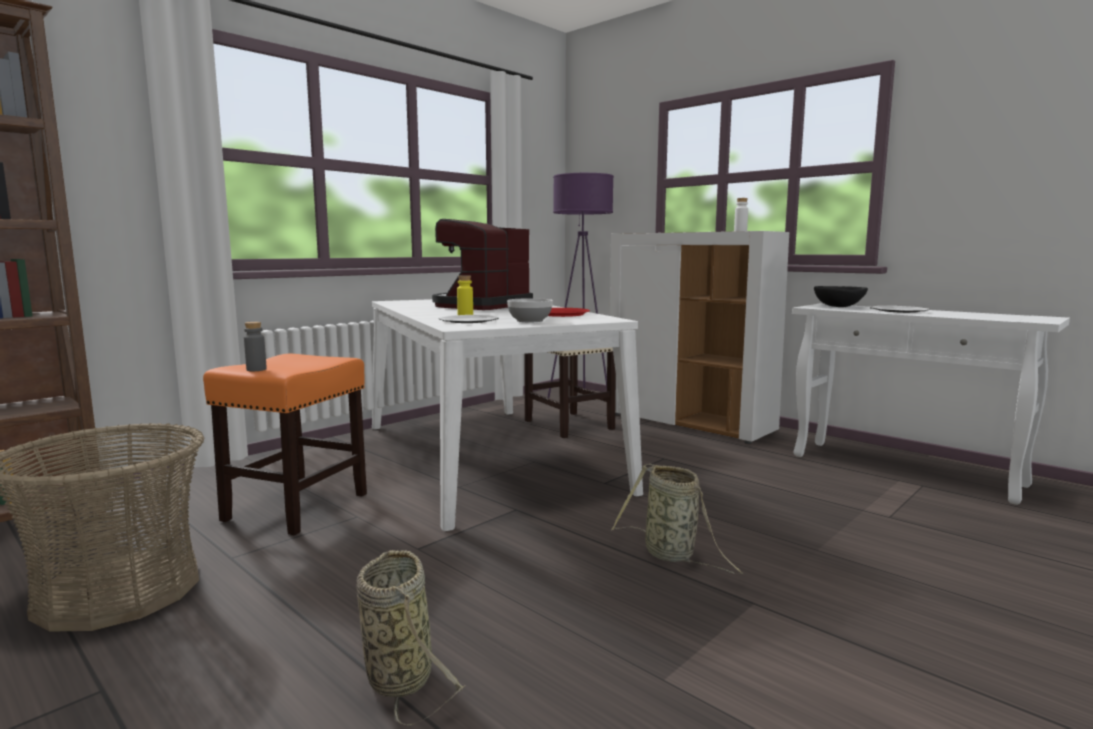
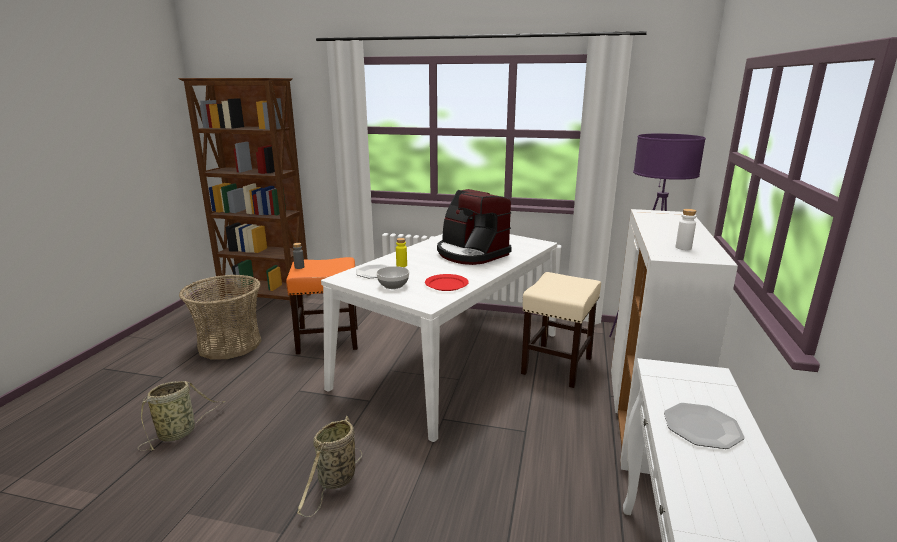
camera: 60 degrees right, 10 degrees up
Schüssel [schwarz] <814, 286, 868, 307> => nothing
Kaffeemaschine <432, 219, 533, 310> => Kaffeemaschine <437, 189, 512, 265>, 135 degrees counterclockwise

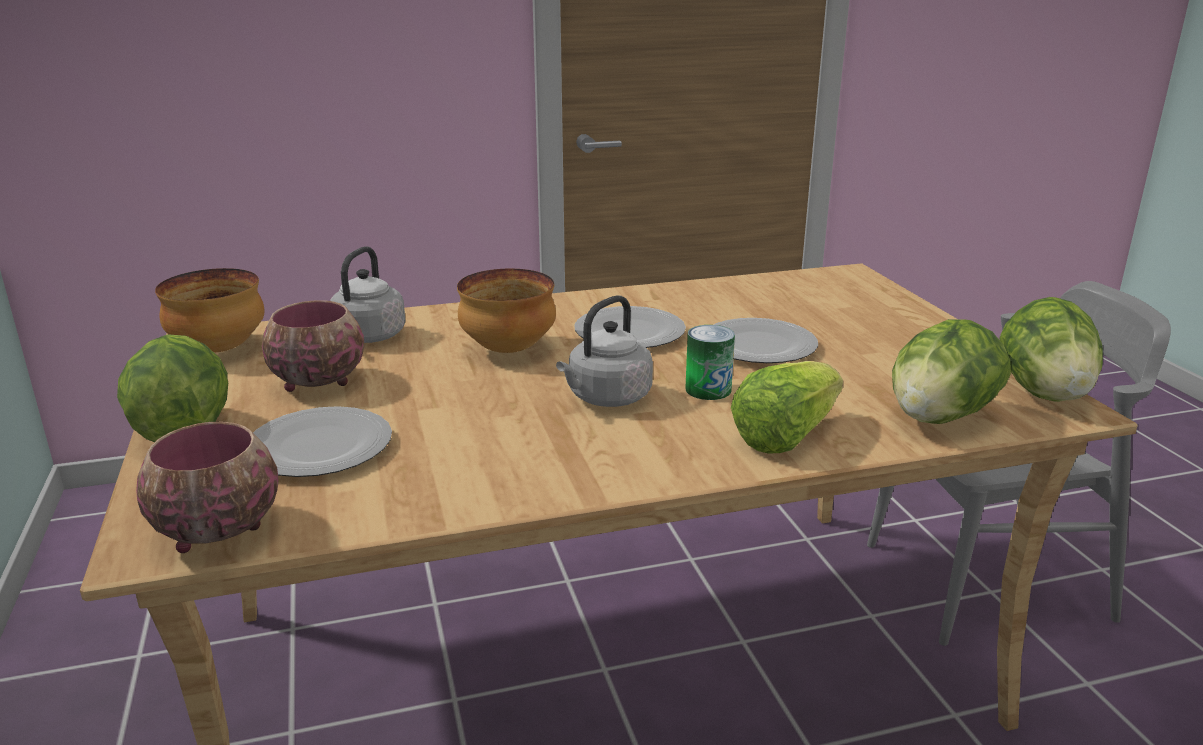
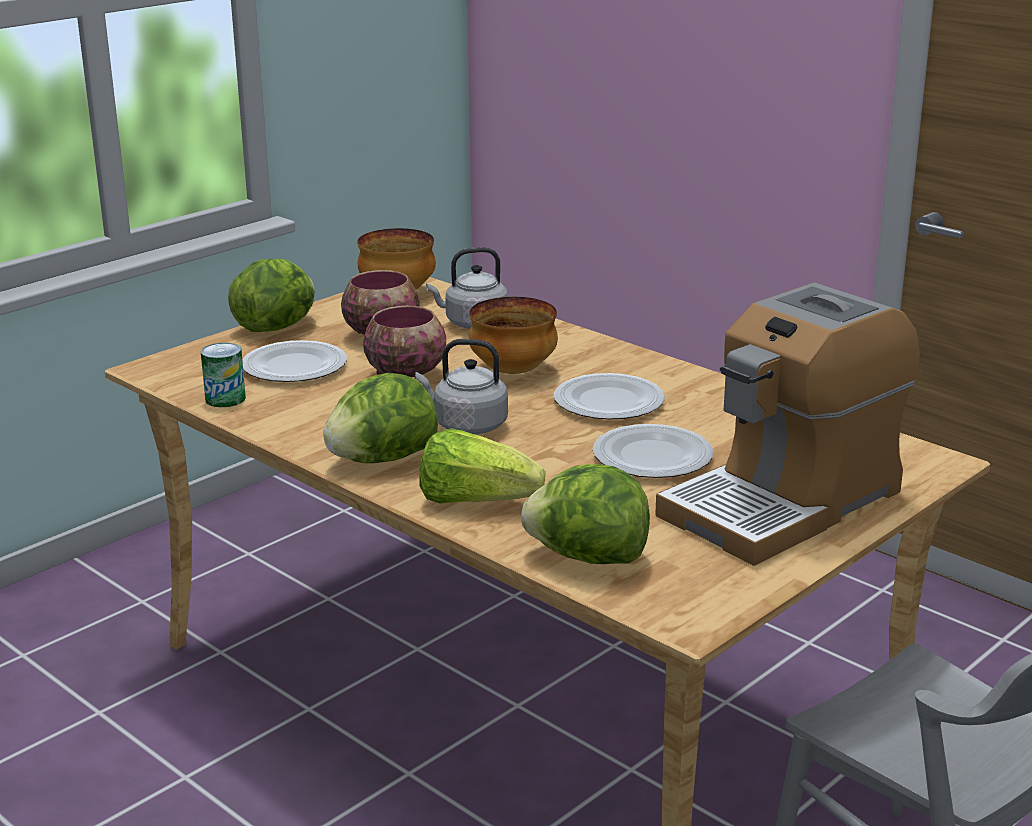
camera: 60 degrees right, 0 degrees up
nothing => Kaffeemaschine <655, 282, 920, 566>
Schüssel <136, 422, 279, 553> => Schüssel <363, 306, 446, 379>, moved
Dose <685, 325, 735, 400> => Dose <201, 343, 246, 407>, moved
Salatkopf <999, 297, 1103, 402> => Salatkopf <323, 373, 438, 463>, moved

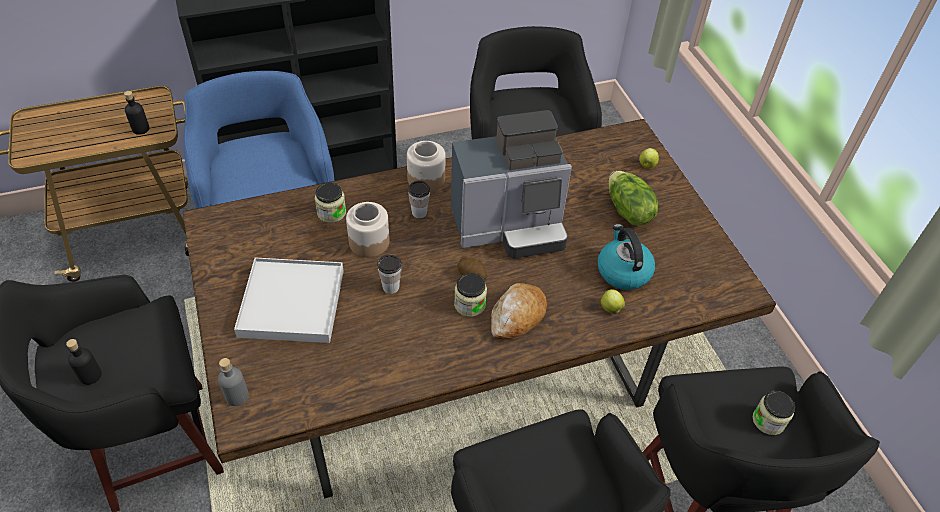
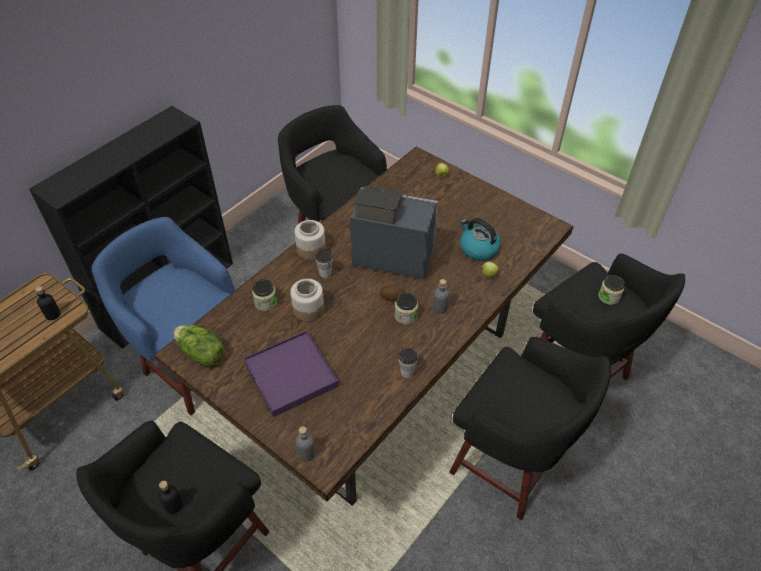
camera: 30 degrees left, 0 degrees up
Tasse <377, 254, 402, 294> => Tasse <399, 348, 418, 378>, moved
Salatkopf <609, 171, 658, 226> => Salatkopf <173, 325, 224, 366>, moved
Brot <491, 283, 547, 339> => Flasche [grau] <433, 279, 450, 314>
Tablett [weiß] <234, 258, 344, 343> => Tablett [lila] <243, 330, 338, 417>
Kaffeemaschine <451, 110, 572, 258> => Kaffeemaschine <350, 186, 438, 279>, 120 degrees counterclockwise

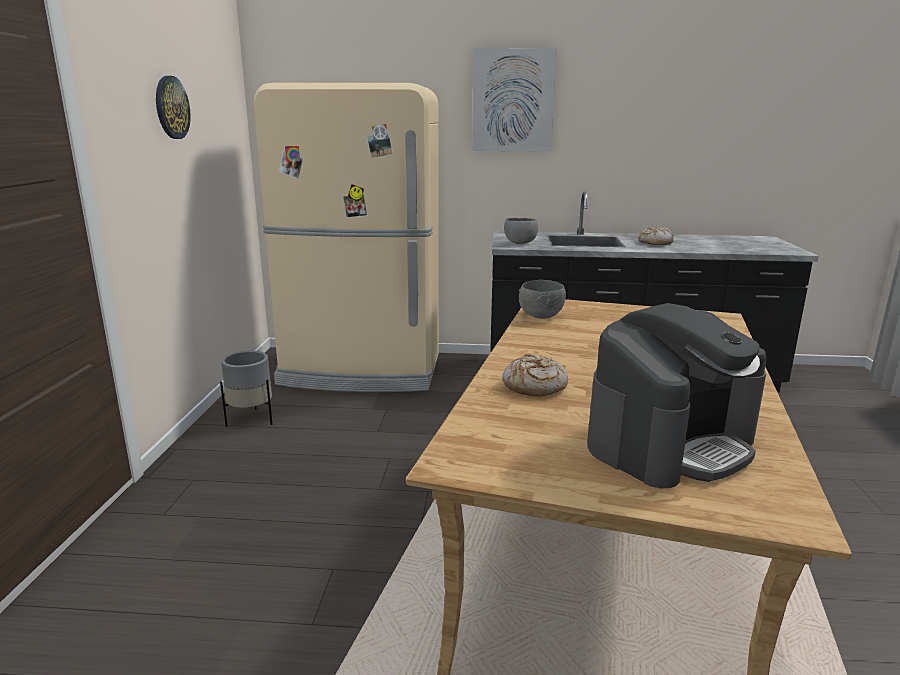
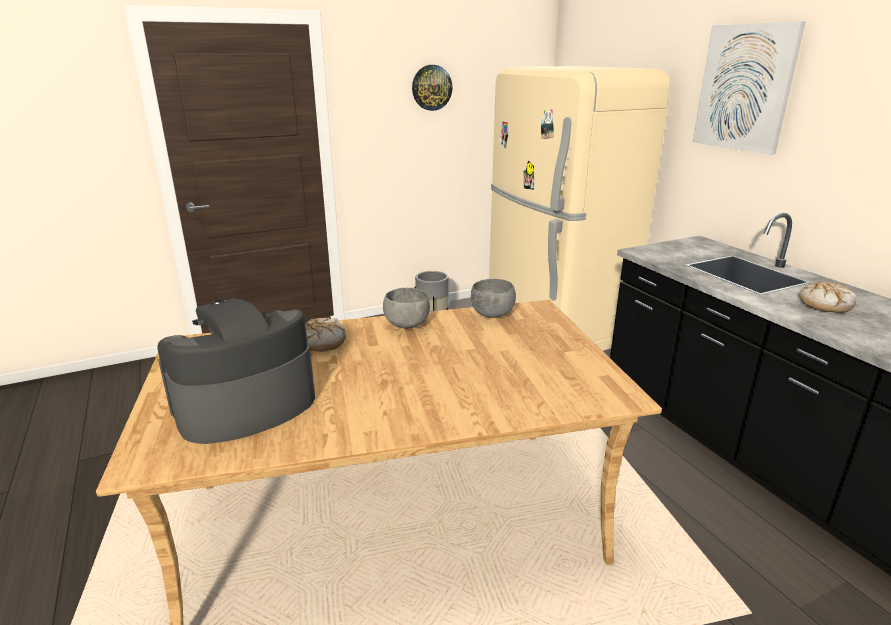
camera: 60 degrees right, 5 degrees up
Schüssel [grau] <504, 218, 538, 244> => Schüssel [grau] <383, 288, 430, 329>, moved
Kaffeemaschine <587, 303, 767, 488> => Kaffeemaschine <157, 298, 315, 444>, 120 degrees clockwise

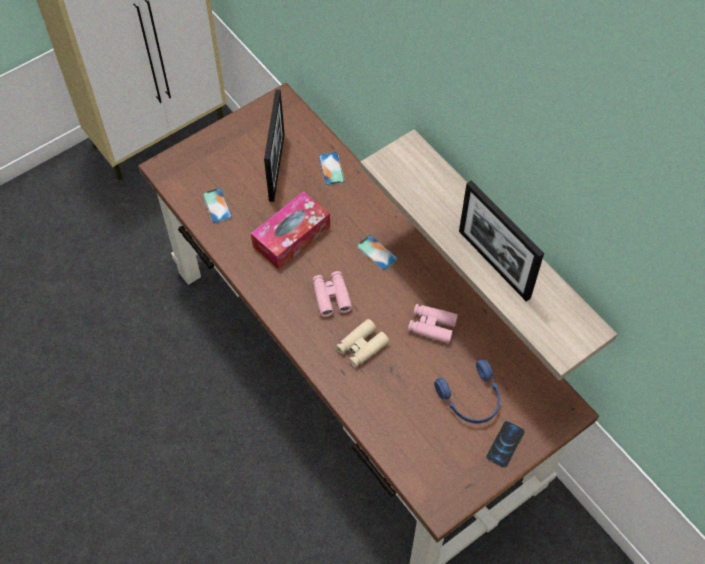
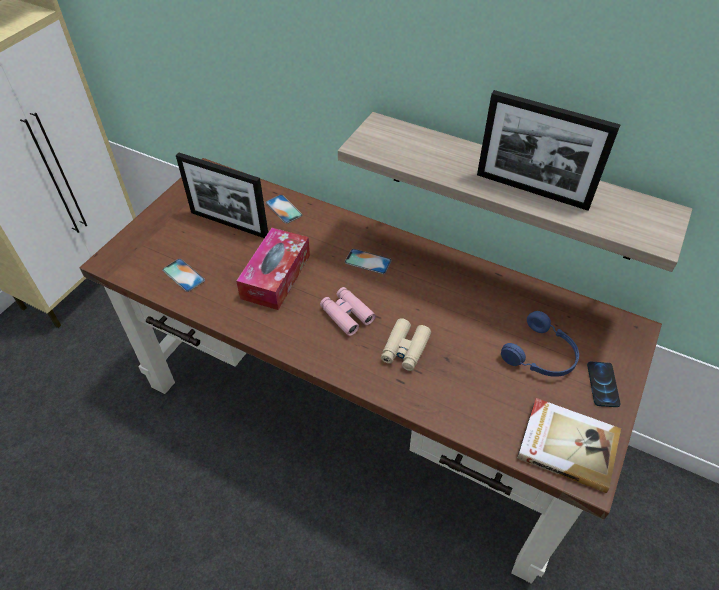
camera: 25 degrees left, 10 degrees down
Fernglas [rosa] <408, 304, 458, 343> => nothing
nothing => Buch <517, 398, 621, 493>
Bilderrahmen <264, 89, 285, 202> => Bilderrahmen <176, 153, 268, 238>, 135 degrees clockwise

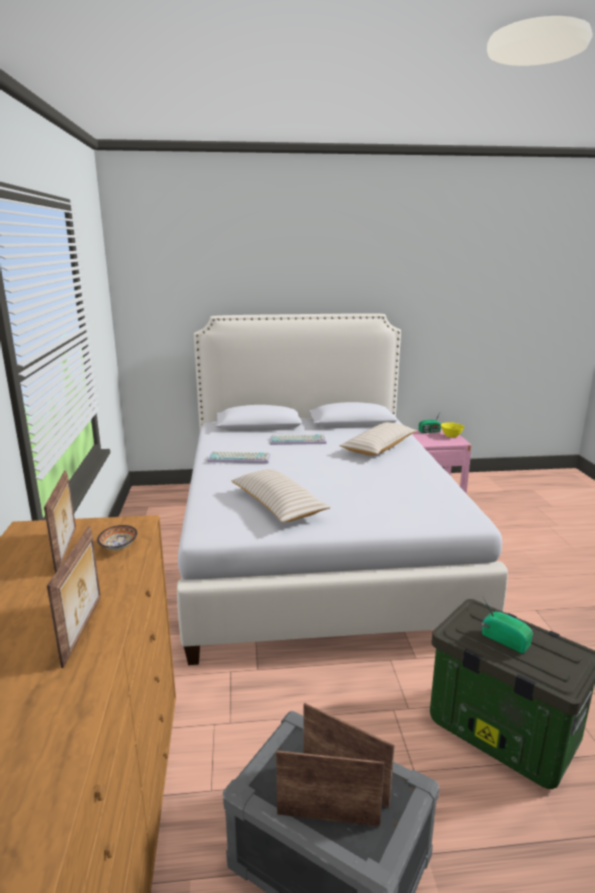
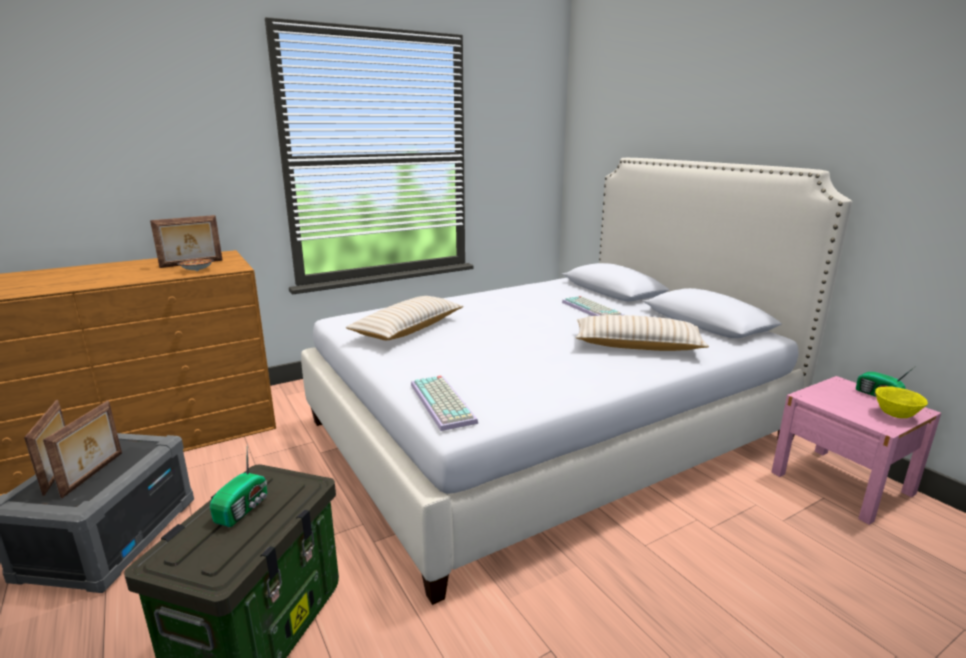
camera: 65 degrees right, 0 degrees up
Bilderrahmen <47, 526, 101, 668> => nothing
Tastatur <207, 451, 271, 464> => Tastatur <411, 376, 478, 431>, moved

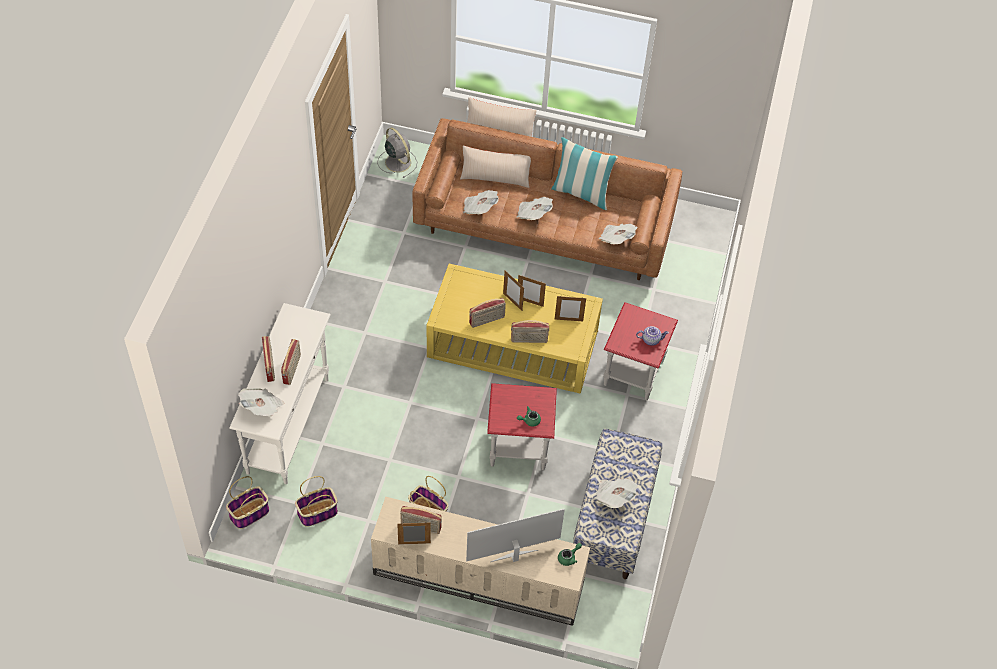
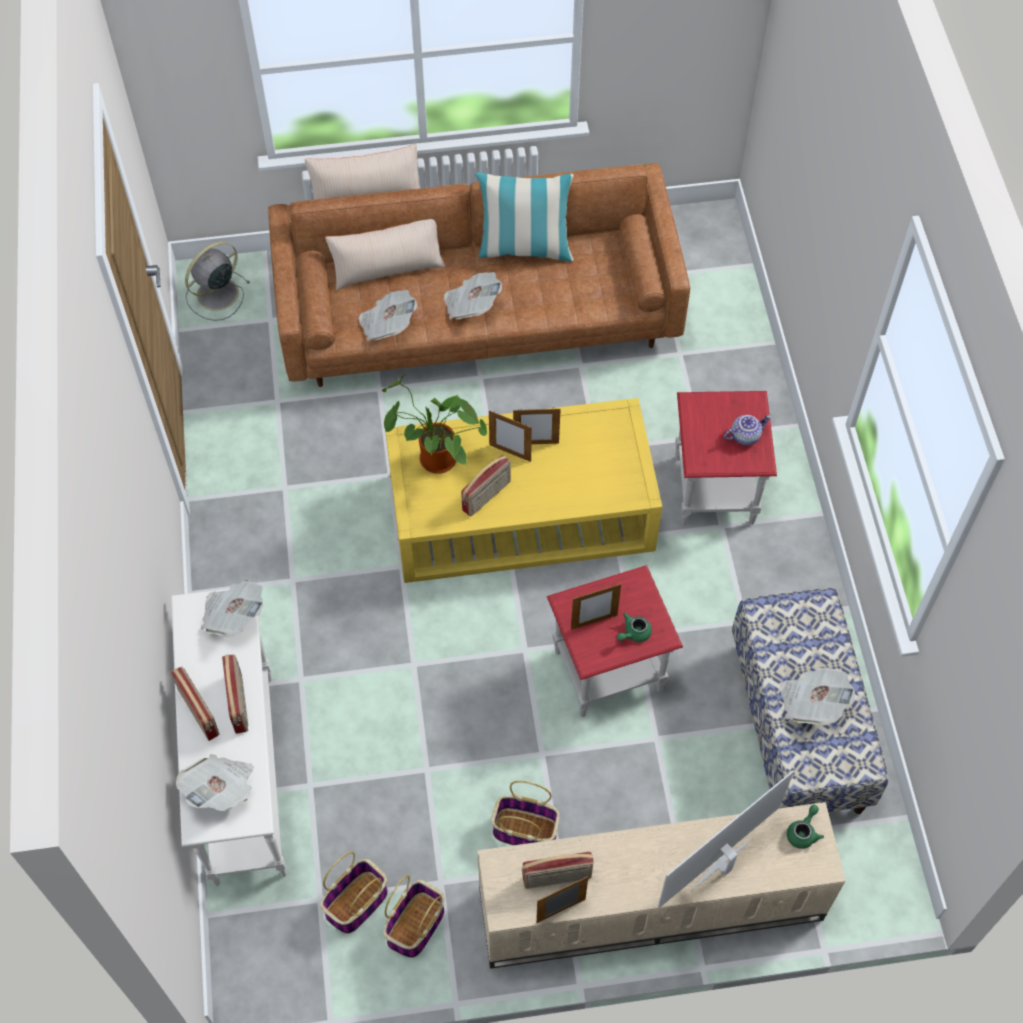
camera: 20 degrees left, 5 degrees up
Radio <511, 320, 549, 343> => nothing
nothing => Topfpflanze <382, 373, 487, 474>
Korb <226, 476, 269, 529> => Korb <383, 875, 445, 958>, moved
Bilderrahmen <555, 296, 586, 321> => Bilderrahmen <571, 584, 621, 630>, moved
Zeitung <599, 224, 637, 244> => Zeitung <201, 580, 263, 637>, moved
Ventilator [grau] <377, 127, 417, 178> => Ventilator [grau] <185, 241, 250, 321>, 75 degrees counterclockwise

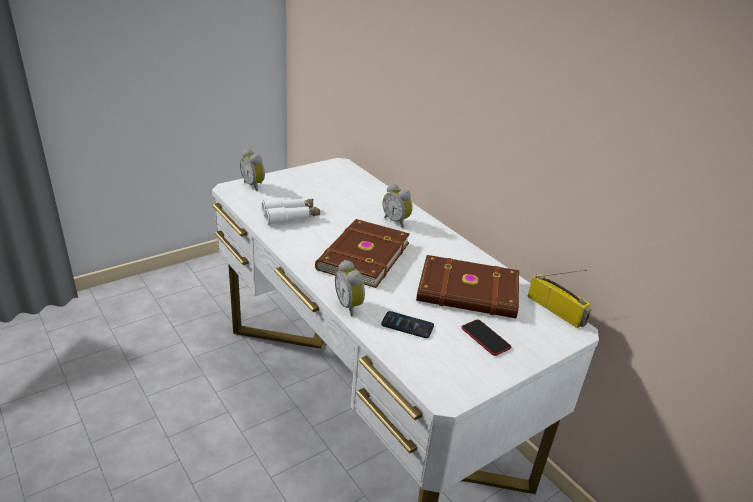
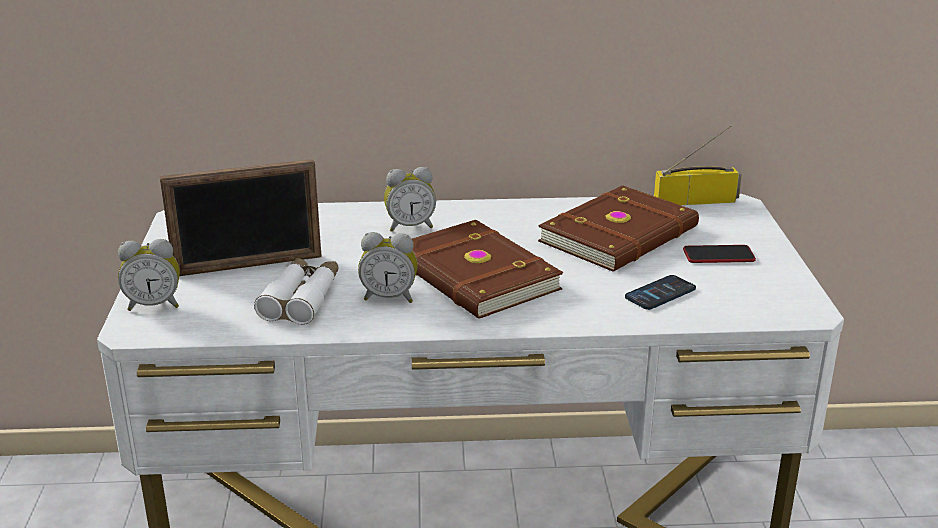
camera: 55 degrees left, 5 degrees down
nothing => Bilderrahmen <160, 159, 322, 276>
Wecker <335, 260, 365, 316> => Wecker <358, 232, 418, 303>, moved

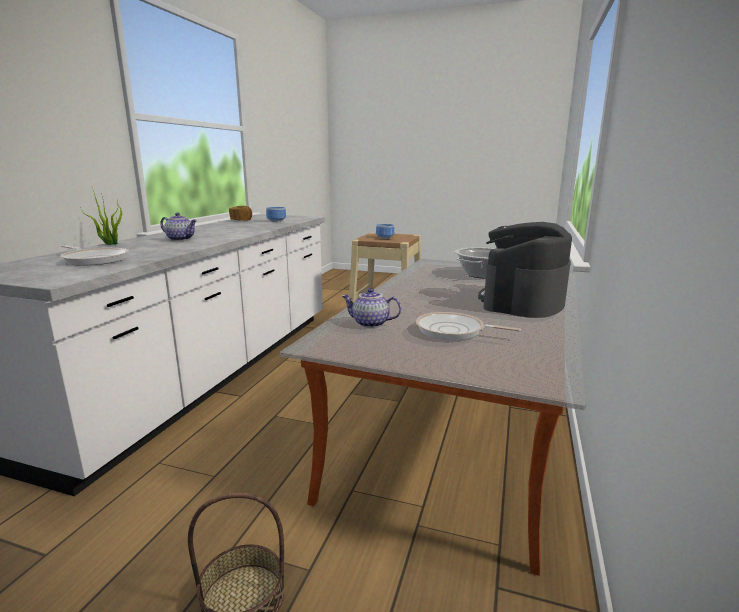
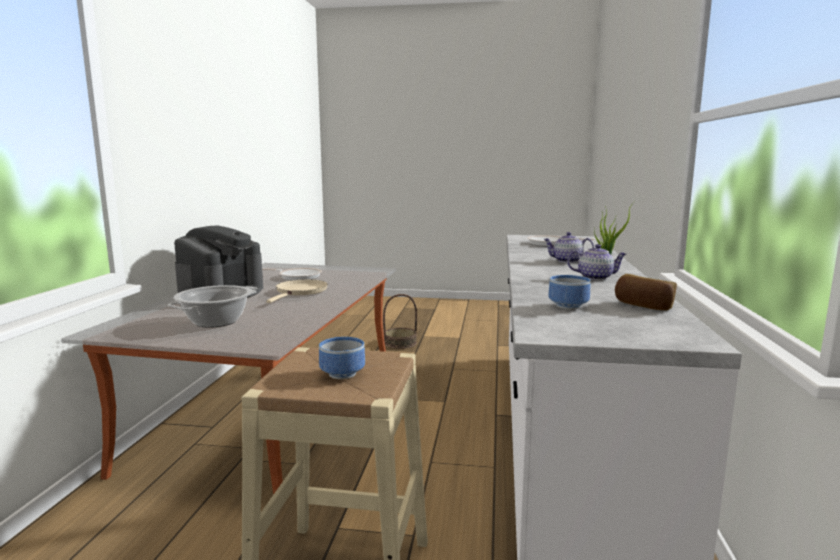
camera: 170 degrees right, 5 degrees down
nothing => Pfanne [beige] <266, 279, 328, 303>
Teekanne <342, 288, 401, 328> => Teekanne <567, 244, 626, 280>, moved

